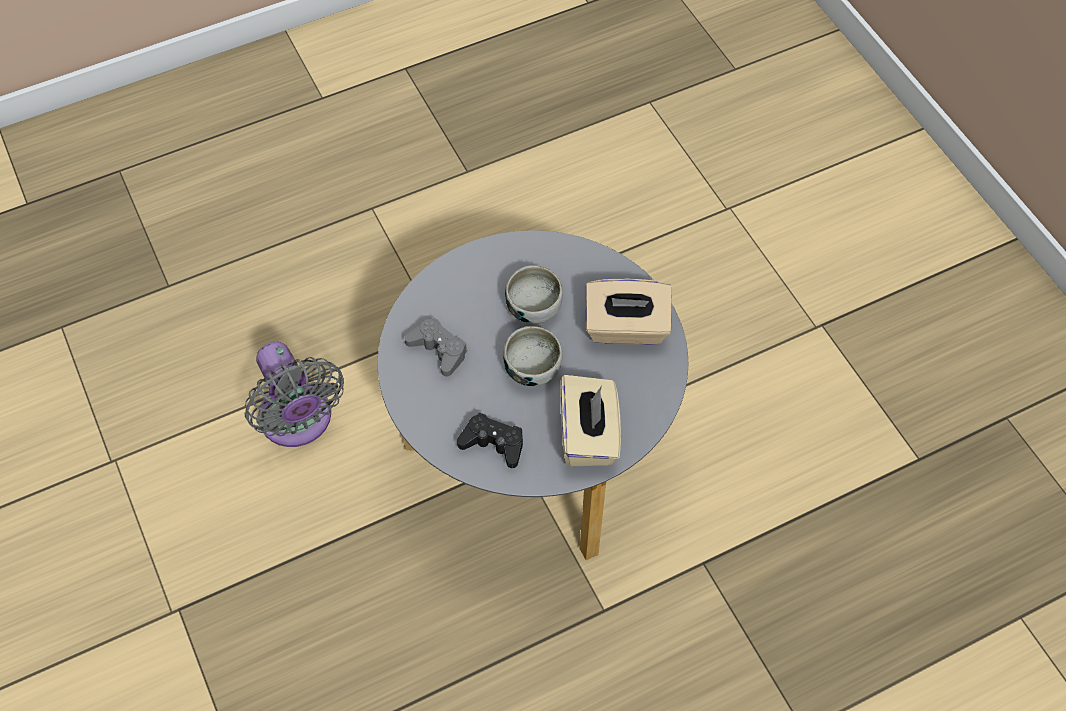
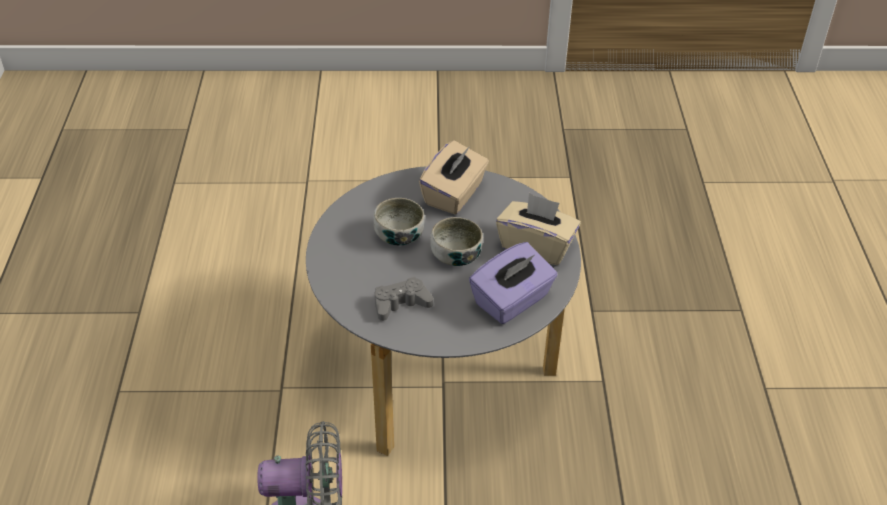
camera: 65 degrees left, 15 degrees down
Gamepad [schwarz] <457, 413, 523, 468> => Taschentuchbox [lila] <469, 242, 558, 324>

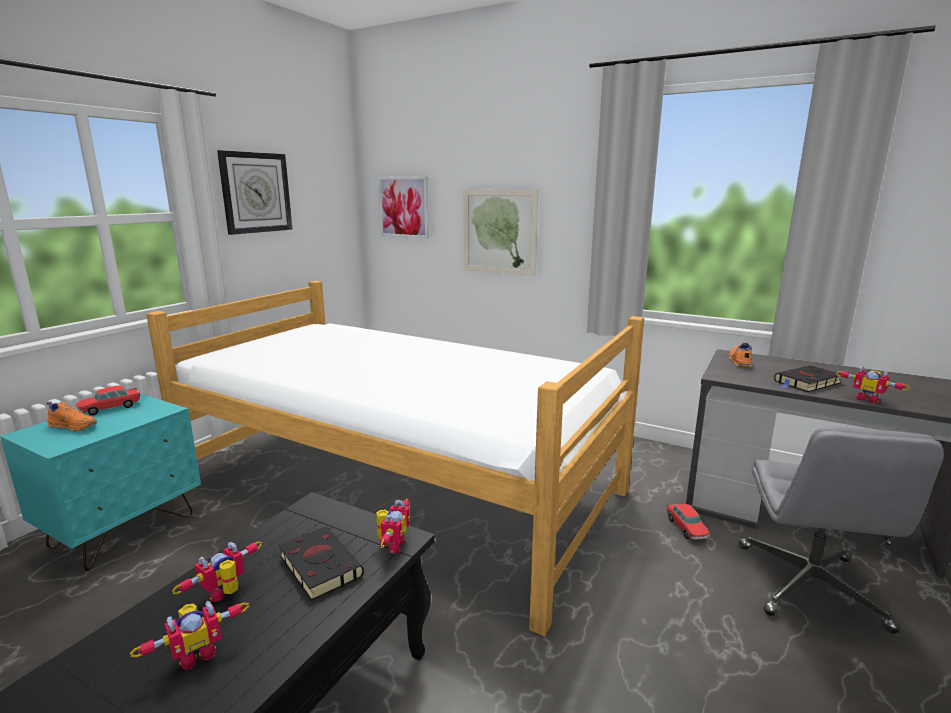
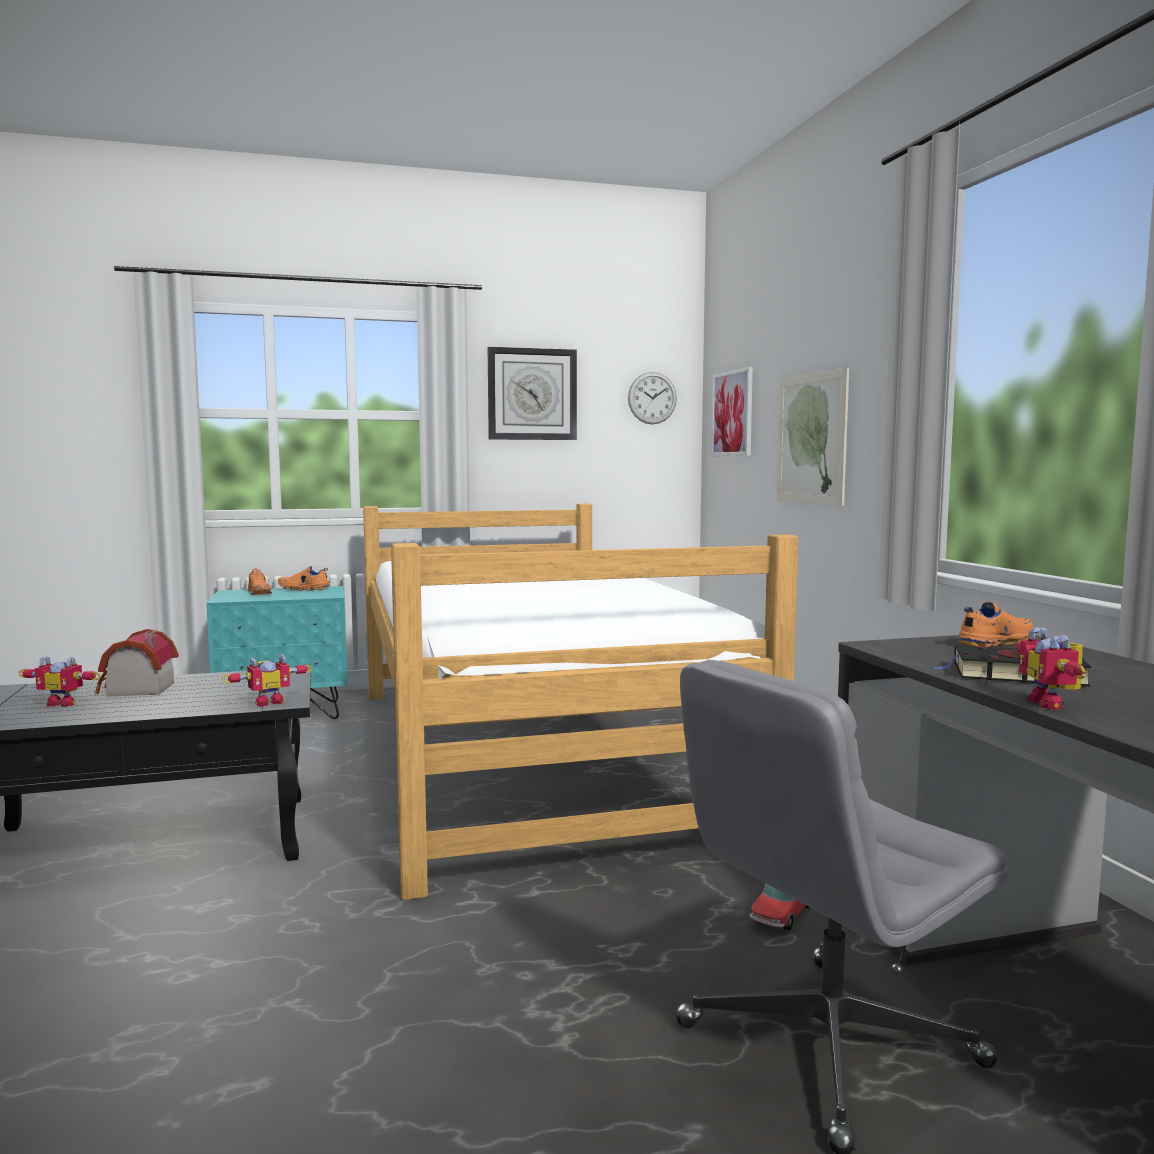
camera: 45 degrees right, 10 degrees down
Buch [schwarz] <279, 526, 364, 600> => nothing
nothing => Wanduhr <628, 372, 677, 424>
Spielzeugauto <76, 386, 141, 415> => Schuh [orange] <278, 566, 330, 591>
Spielzeugroboter <172, 541, 262, 602> => Spielzeughaus <95, 629, 179, 697>

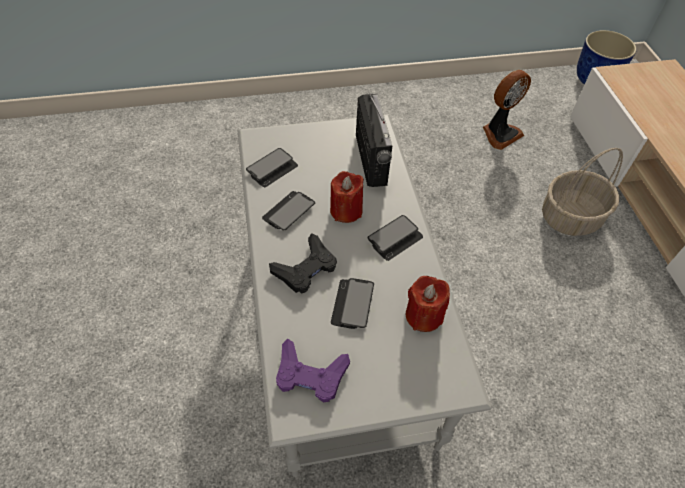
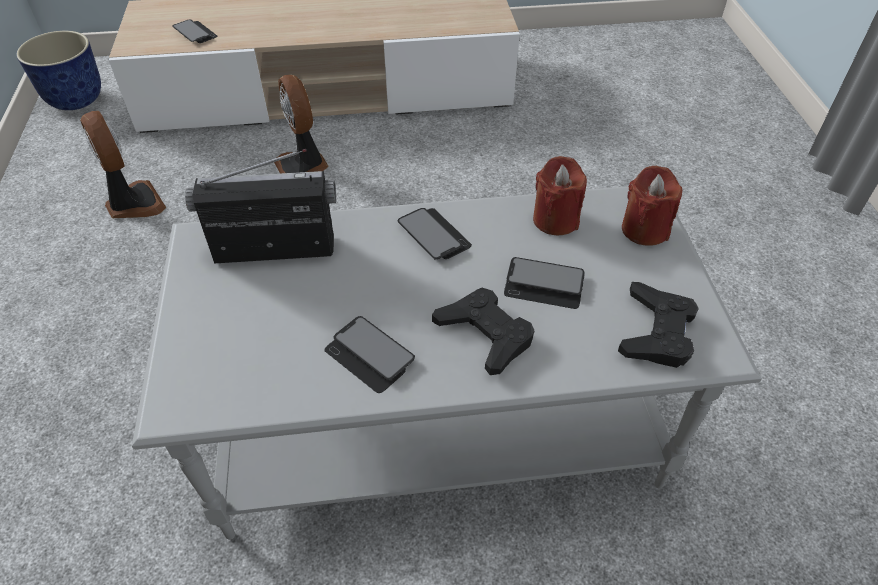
camera: 85 degrees left, 5 degrees down
Handy <246, 148, 298, 187> => Handy <172, 19, 217, 43>, moved
Kerze [rot] <330, 171, 364, 223> => Kerze [rot] <622, 166, 682, 246>, moved
Korb <542, 148, 623, 236> => Ventilator <274, 75, 328, 173>
Gamepad [lila] <276, 339, 350, 403> => Gamepad [schwarz] <618, 282, 699, 368>

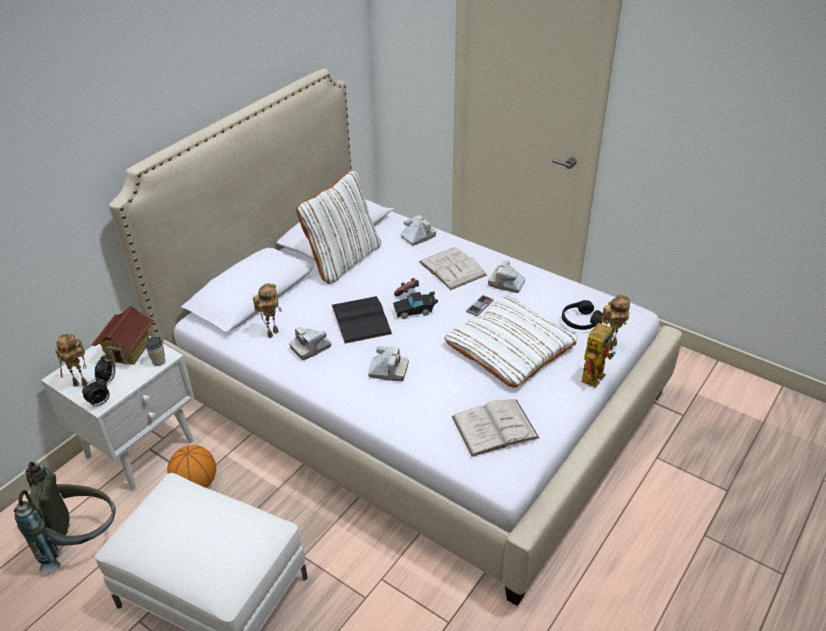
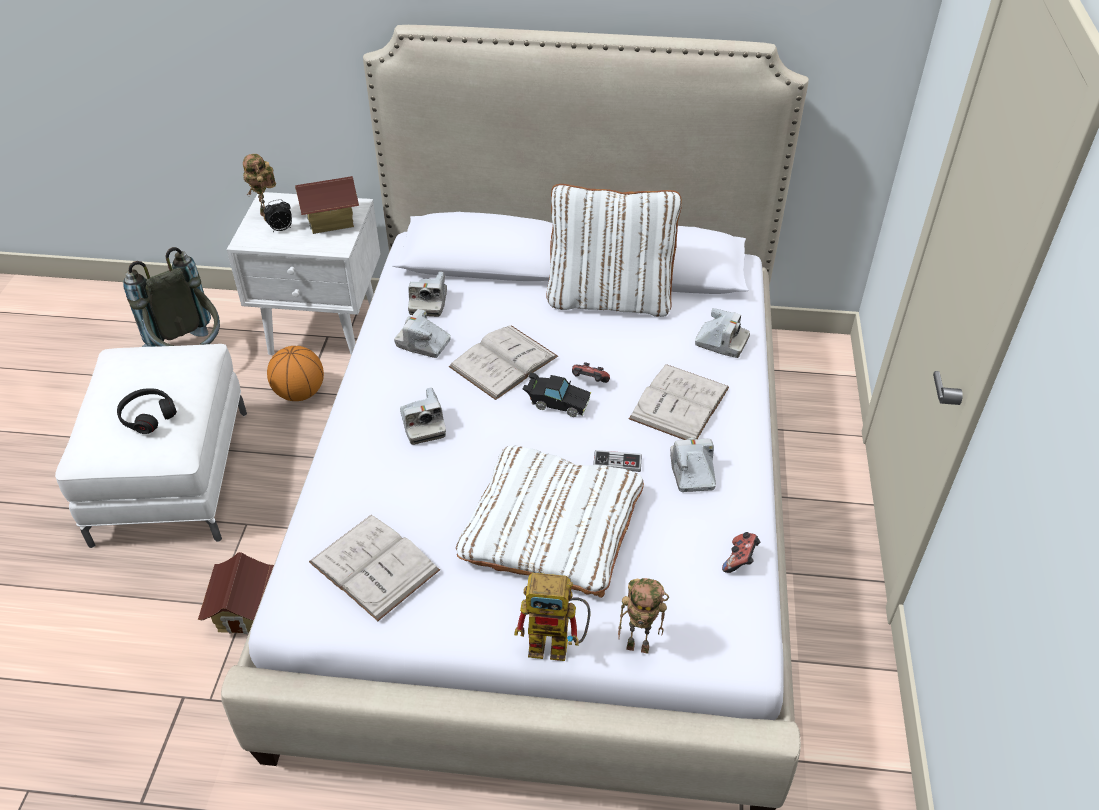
camera: 60 degrees right, 5 degrees up
Wecker <82, 378, 110, 408> => nothing
Tasse <145, 337, 166, 366> => nothing
nothing => Spielzeughaus <198, 552, 274, 634>
nothing => Gamepad <722, 532, 760, 573>
Kopfhörer [schwarz] <562, 300, 603, 330> => Kopfhörer [schwarz] <117, 388, 177, 434>, moved
Spielzeugroboter <253, 283, 282, 339> => Kamera <408, 272, 447, 317>
Buch [schwarz] <332, 296, 392, 344> => Buch [weiß] <449, 325, 558, 400>
Spielzeugauto [schwarz] <393, 291, 438, 319> => Spielzeugauto [schwarz] <523, 372, 591, 417>, 150 degrees clockwise

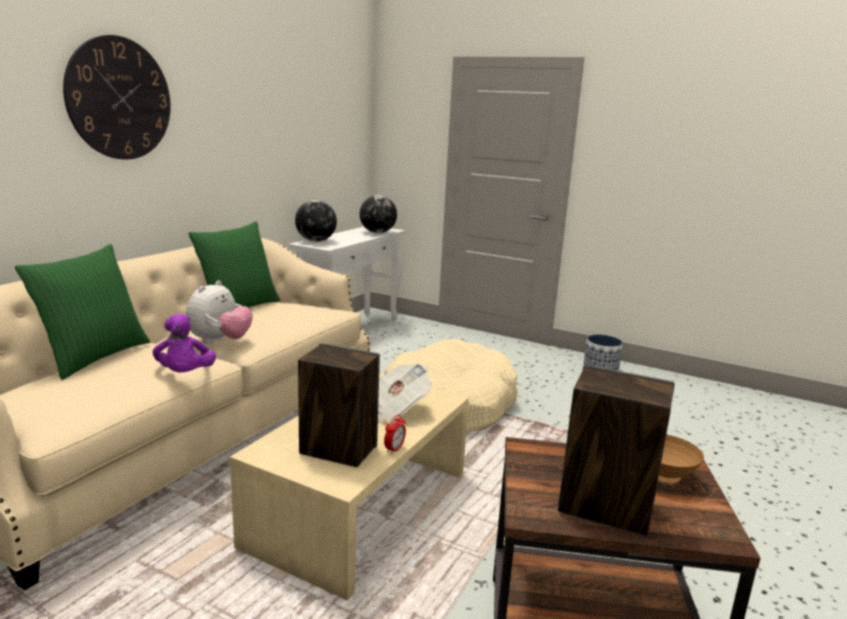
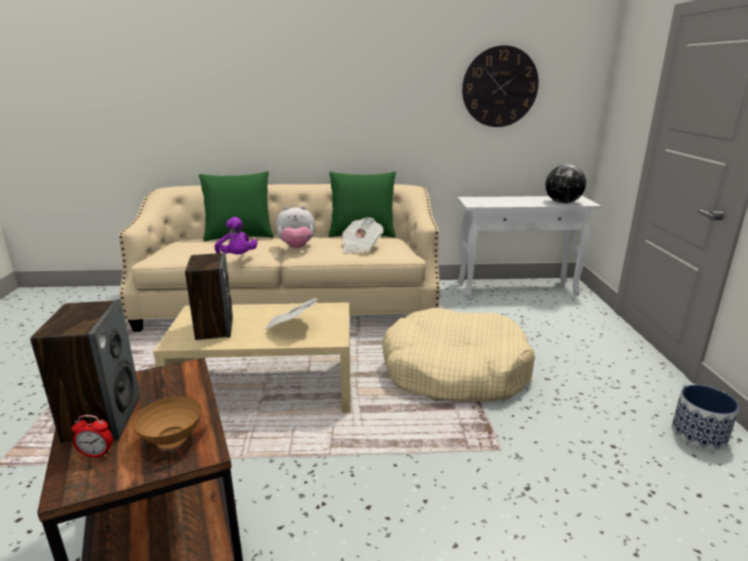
camera: 60 degrees right, 5 degrees up
Globus <295, 200, 337, 242> => nothing
nothing => Zeitung <341, 217, 384, 253>
Wanduhr <63, 35, 171, 160> => Wanduhr <462, 45, 539, 127>, moved
Wecker <384, 414, 406, 454> => Wecker <72, 415, 113, 457>, moved
Plüschtier [lila] <152, 314, 216, 372> => Plüschtier [lila] <214, 217, 257, 255>, 75 degrees counterclockwise

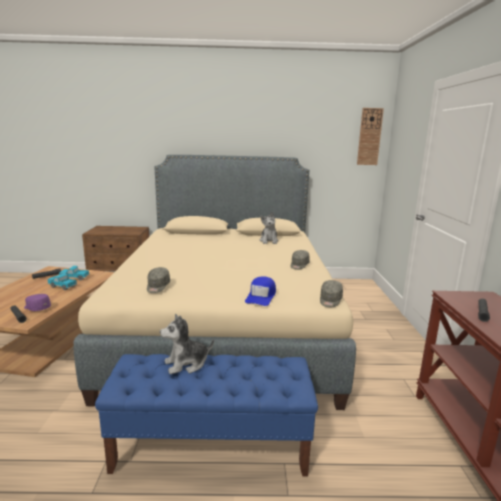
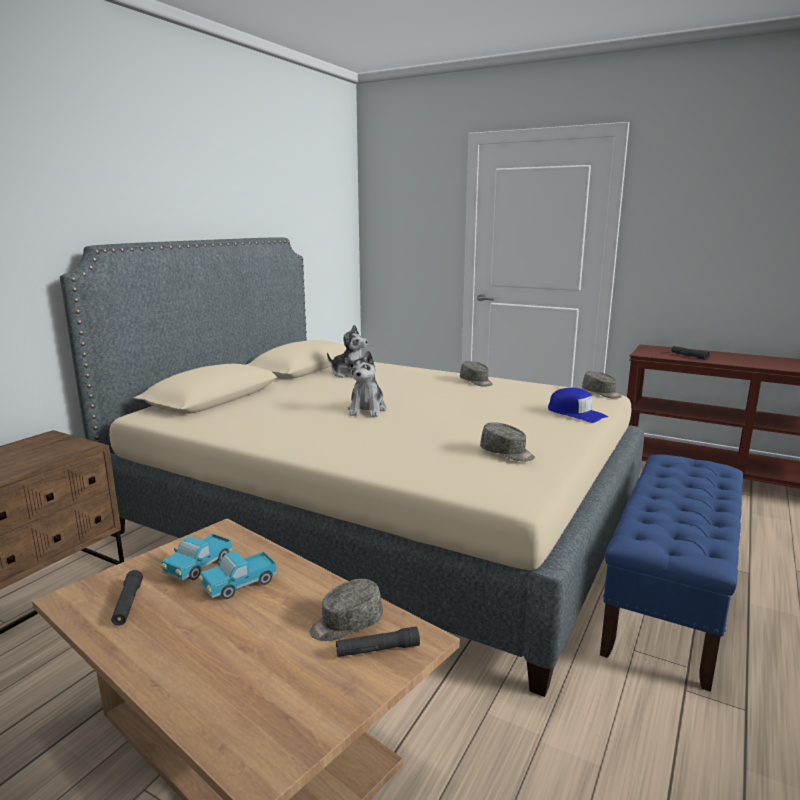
camera: 60 degrees left, 0 degrees up
Wanduhr <357, 108, 384, 165> => nothing
Plüschtier <160, 314, 214, 374> => Plüschtier <345, 351, 387, 417>, moved
Kappe [lila] <24, 294, 51, 311> => Kappe [grau] <310, 579, 383, 641>

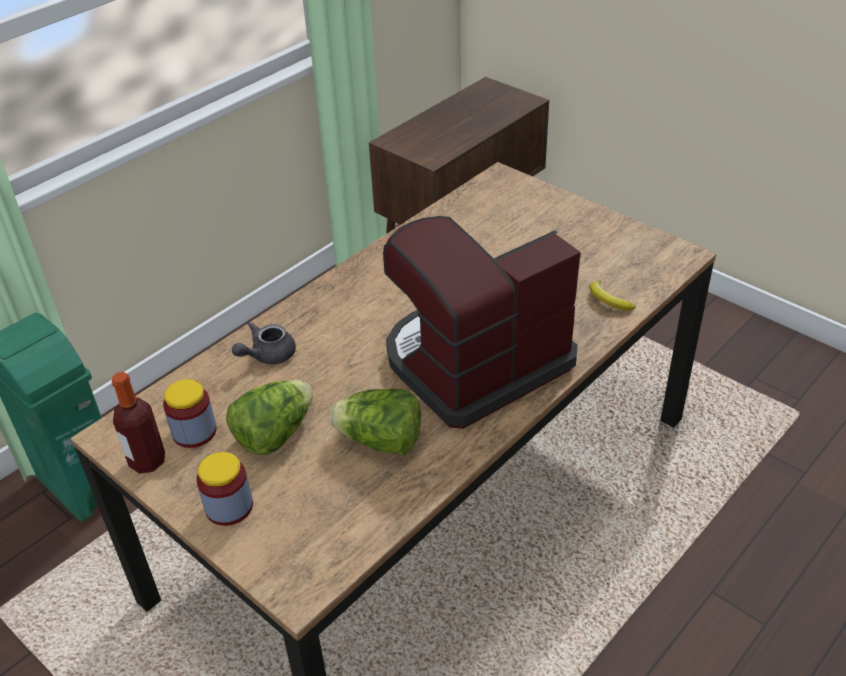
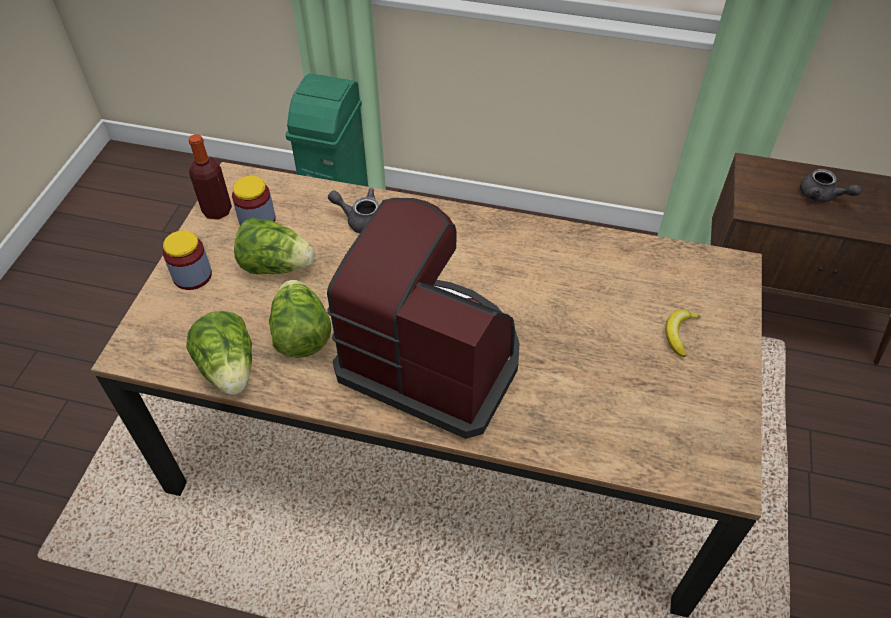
camera: 60 degrees right, 10 degrees up
nothing => Salatkopf <186, 311, 252, 395>
nothing => Teekanne [grau] <800, 169, 861, 203>
Banane <590, 280, 635, 311> => Banane <665, 309, 701, 357>, moved

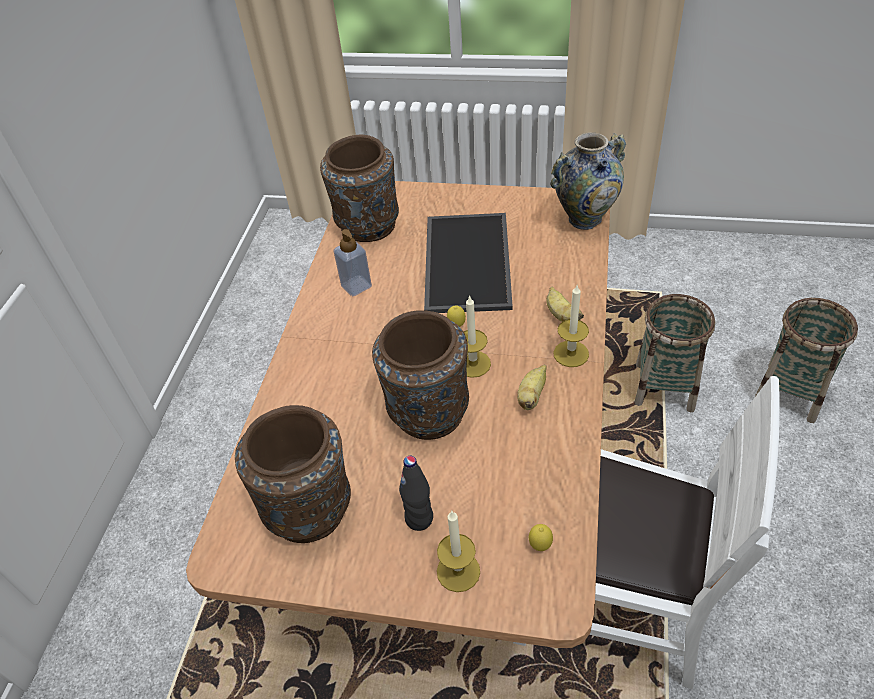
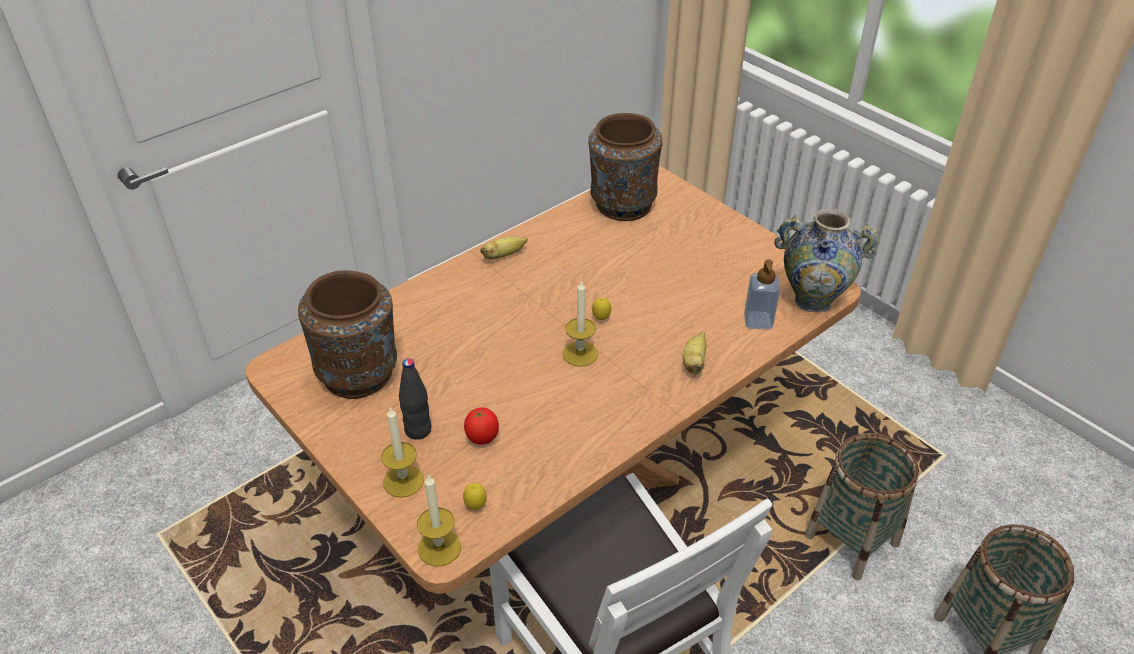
camera: 35 degrees right, 5 degrees down
Vase [braun] <372, 310, 469, 440> => nothing
Tablett <424, 213, 513, 313> => nothing
nothing => Tomate <464, 407, 499, 444>
Seifenspender <333, 229, 372, 296> => Seifenspender <744, 259, 780, 329>, moved
Banane <517, 365, 547, 410> => Banane <480, 236, 528, 259>, moved
Kerze <553, 285, 589, 367> => Kerze <417, 474, 461, 566>, moved

